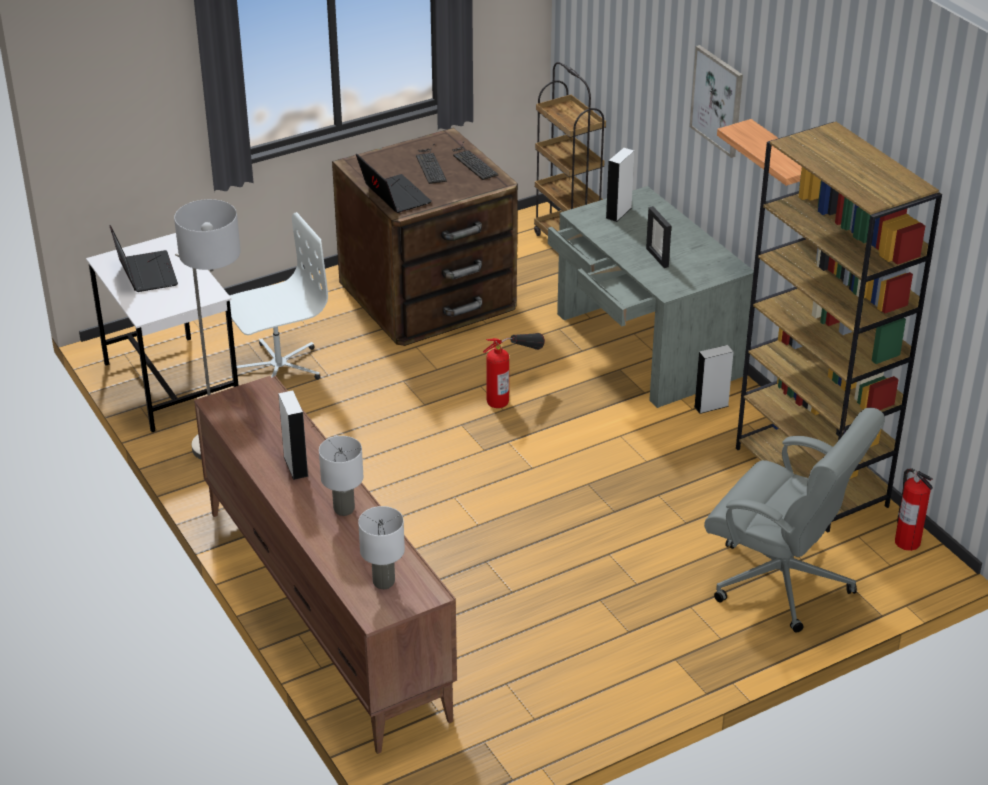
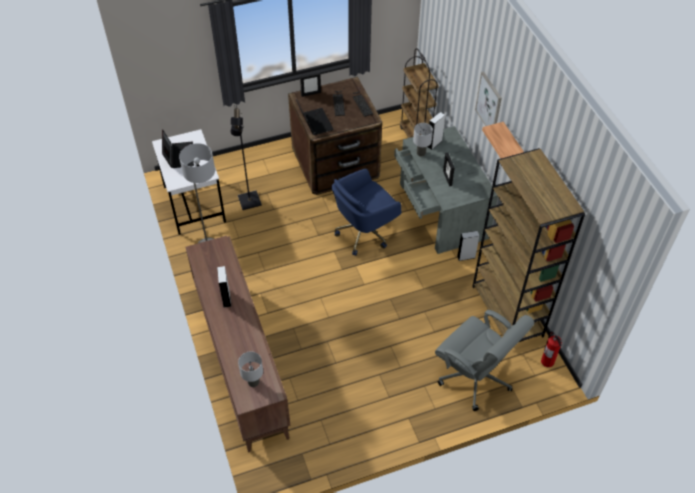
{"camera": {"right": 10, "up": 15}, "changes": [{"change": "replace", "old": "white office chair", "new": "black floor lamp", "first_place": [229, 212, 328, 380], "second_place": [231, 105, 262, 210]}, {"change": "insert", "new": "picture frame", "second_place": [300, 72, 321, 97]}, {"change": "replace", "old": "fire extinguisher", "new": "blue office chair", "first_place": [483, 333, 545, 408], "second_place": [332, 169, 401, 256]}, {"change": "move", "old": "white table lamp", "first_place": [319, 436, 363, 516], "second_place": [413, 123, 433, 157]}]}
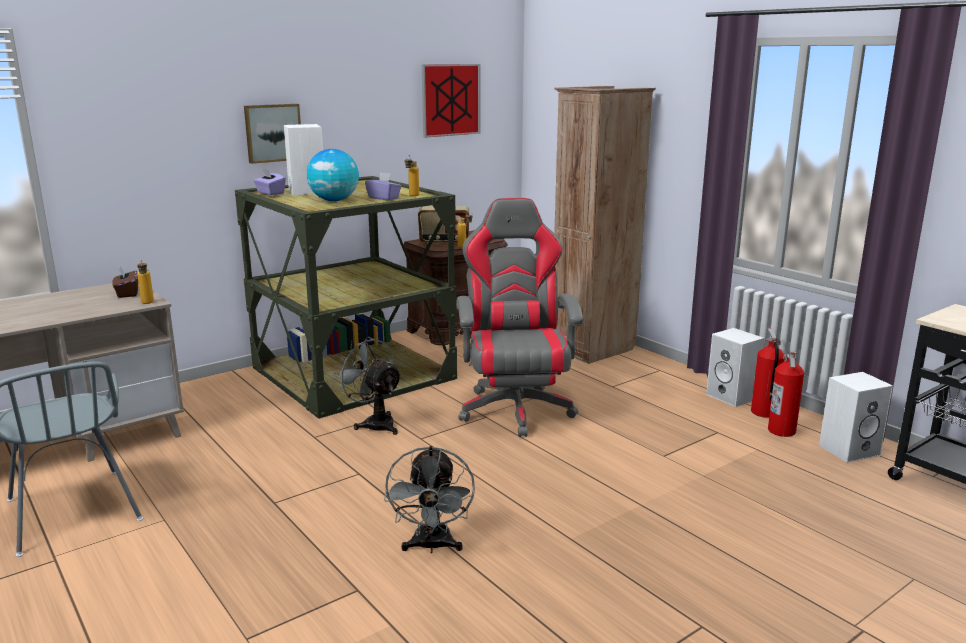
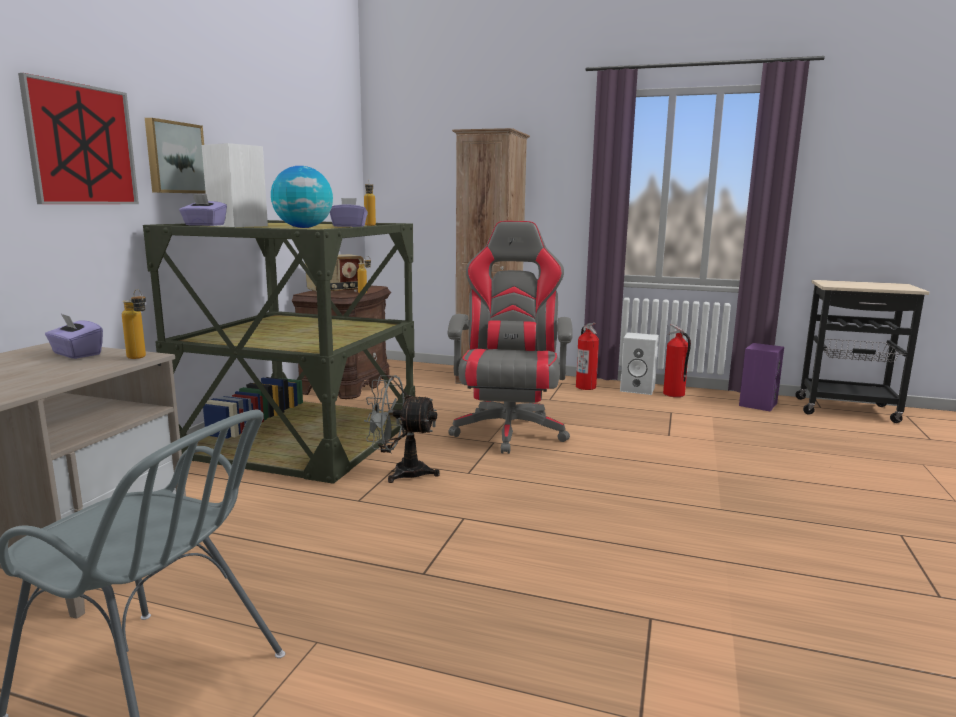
{"camera": {"right": -35, "up": -5}, "changes": [{"change": "move", "old": "picture", "first_place": [422, 64, 480, 138], "second_place": [18, 73, 139, 204]}, {"change": "recolor", "old": "brown tissue box", "new": "purple tissue box", "first_place": [112, 266, 138, 298], "second_place": [45, 314, 103, 359]}, {"change": "rotate", "old": "grey office chair", "first_place": [456, 198, 583, 437], "second_place": [447, 221, 573, 454], "degrees": 45}, {"change": "move", "old": "fire extinguisher", "first_place": [768, 351, 804, 437], "second_place": [576, 323, 599, 390]}, {"change": "recolor", "old": "white speaker", "new": "purple speaker", "first_place": [819, 372, 893, 463], "second_place": [739, 343, 784, 411]}, {"change": "delete", "old": "grey fan", "first_place": [384, 446, 475, 553]}]}
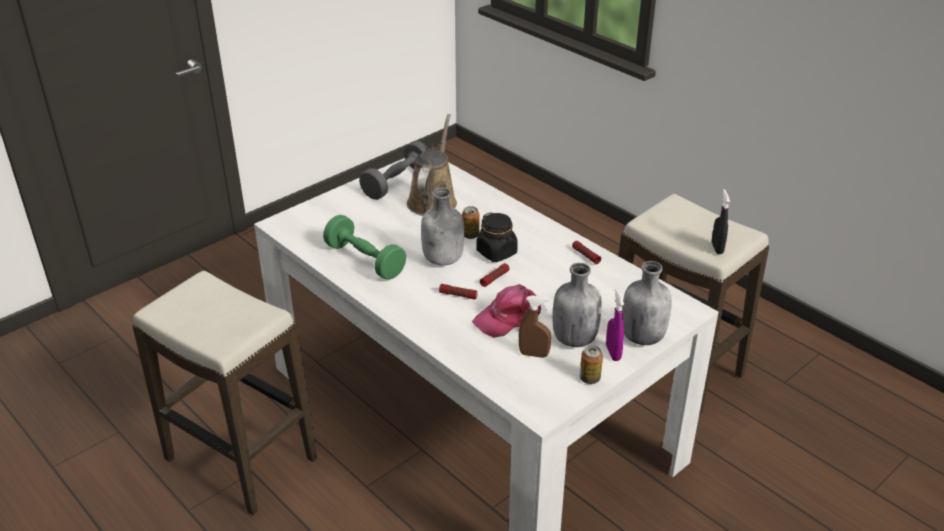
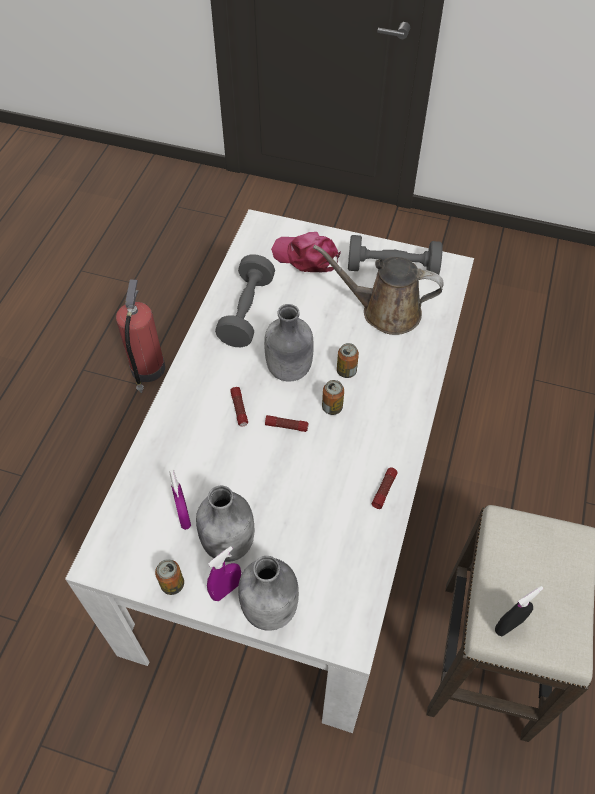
{"camera": {"right": 60, "up": 20}, "changes": [{"change": "replace", "old": "stool", "new": "fire extinguisher", "first_place": [132, 271, 317, 515], "second_place": [116, 279, 165, 393]}, {"change": "recolor", "old": "brown spray bottle", "new": "purple spray bottle", "first_place": [519, 295, 551, 358], "second_place": [169, 469, 191, 530]}, {"change": "recolor", "old": "green dumbbell", "new": "grey dumbbell", "first_place": [323, 215, 406, 280], "second_place": [215, 254, 275, 347]}, {"change": "move", "old": "pink cap", "first_place": [472, 284, 541, 338], "second_place": [271, 232, 340, 272]}, {"change": "rotate", "old": "brown watering can", "first_place": [407, 114, 457, 216], "second_place": [313, 245, 444, 335], "degrees": -150}, {"change": "replace", "old": "black jar", "new": "can", "first_place": [477, 212, 518, 262], "second_place": [322, 380, 344, 415]}]}
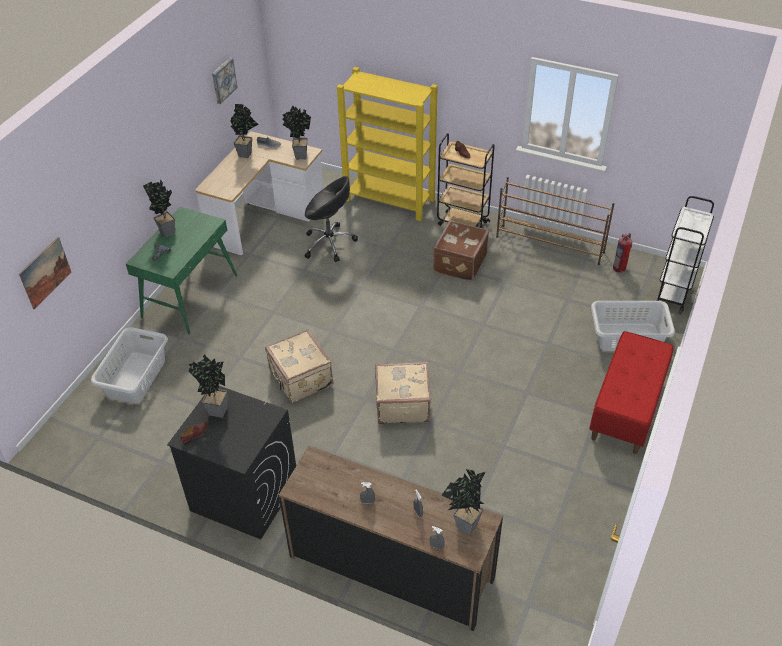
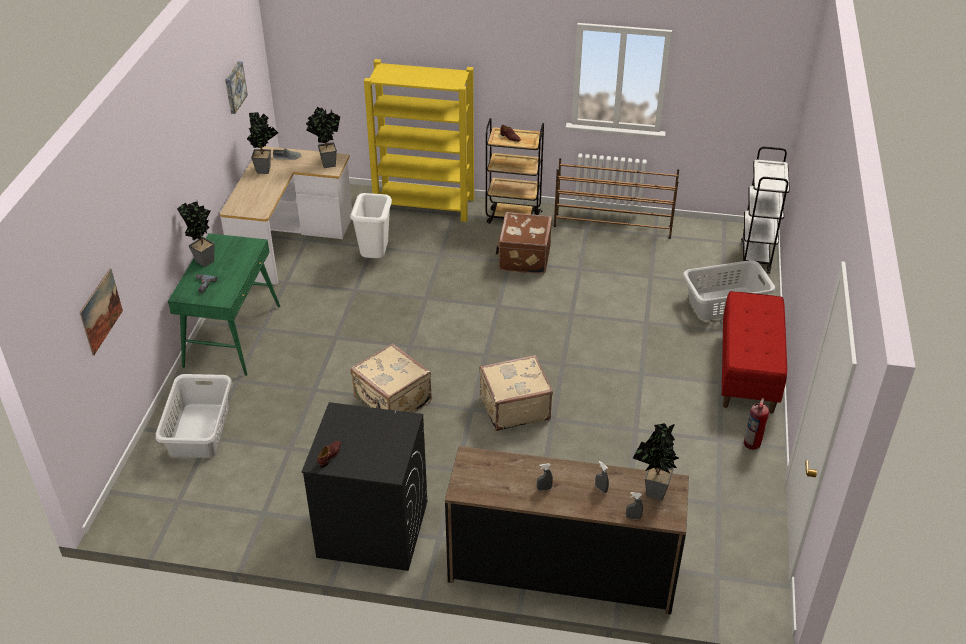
{"camera": {"right": -15, "up": -5}, "changes": [{"change": "replace", "old": "black office chair", "new": "white trash can", "first_place": [305, 176, 358, 262], "second_place": [350, 193, 392, 258]}, {"change": "move", "old": "fire extinguisher", "first_place": [613, 233, 632, 273], "second_place": [744, 398, 769, 450]}, {"change": "delete", "old": "potted plant", "first_place": [188, 354, 228, 418]}]}
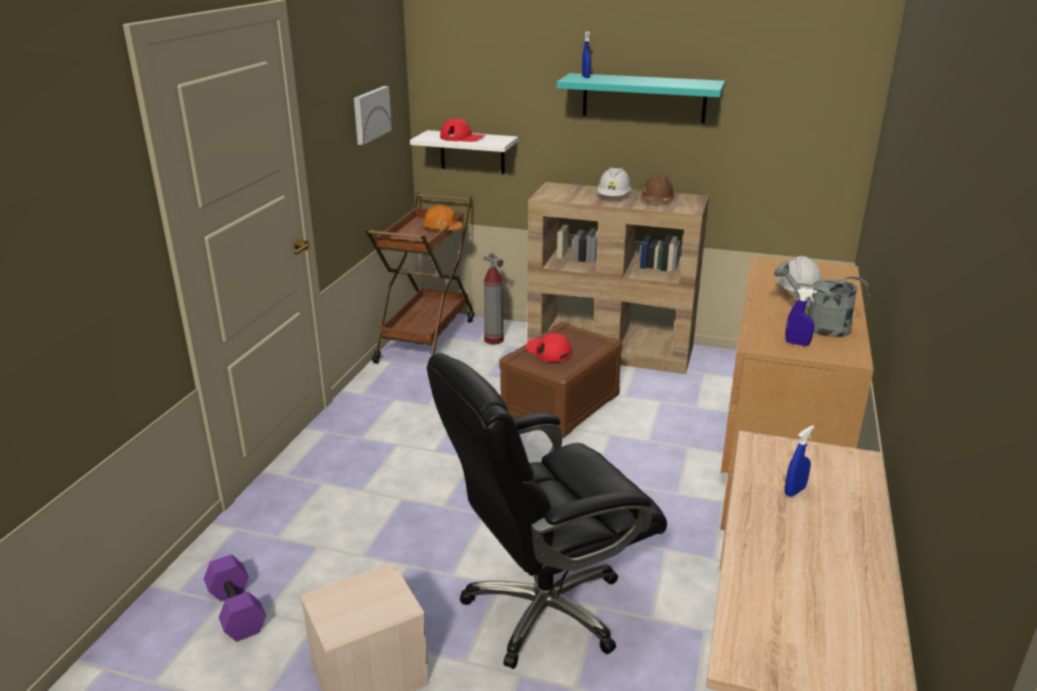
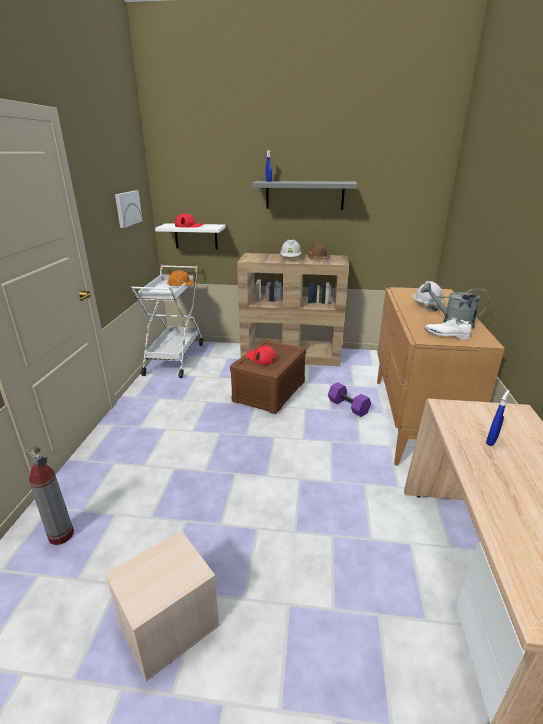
{"camera": {"right": -10, "up": 0}, "changes": [{"change": "move", "old": "fire extinguisher", "first_place": [483, 253, 504, 344], "second_place": [25, 445, 74, 545]}, {"change": "recolor", "old": "brown cart", "new": "white cart", "first_place": [365, 191, 474, 368], "second_place": [130, 264, 203, 378]}, {"change": "recolor", "old": "turquoise shelf", "new": "grey shelf", "first_place": [557, 73, 725, 123], "second_place": [251, 181, 357, 210]}, {"change": "move", "old": "purple dumbbell", "first_place": [204, 555, 266, 642], "second_place": [328, 382, 371, 417]}, {"change": "replace", "old": "blue spray bottle", "new": "white shoe", "first_place": [785, 288, 817, 346], "second_place": [424, 318, 472, 340]}, {"change": "delete", "old": "black office chair", "first_place": [427, 353, 667, 669]}]}
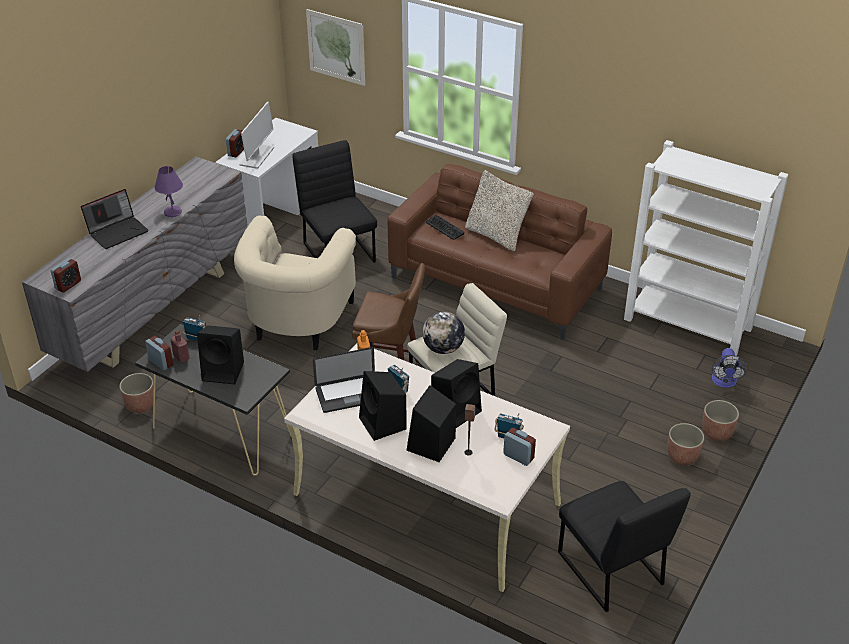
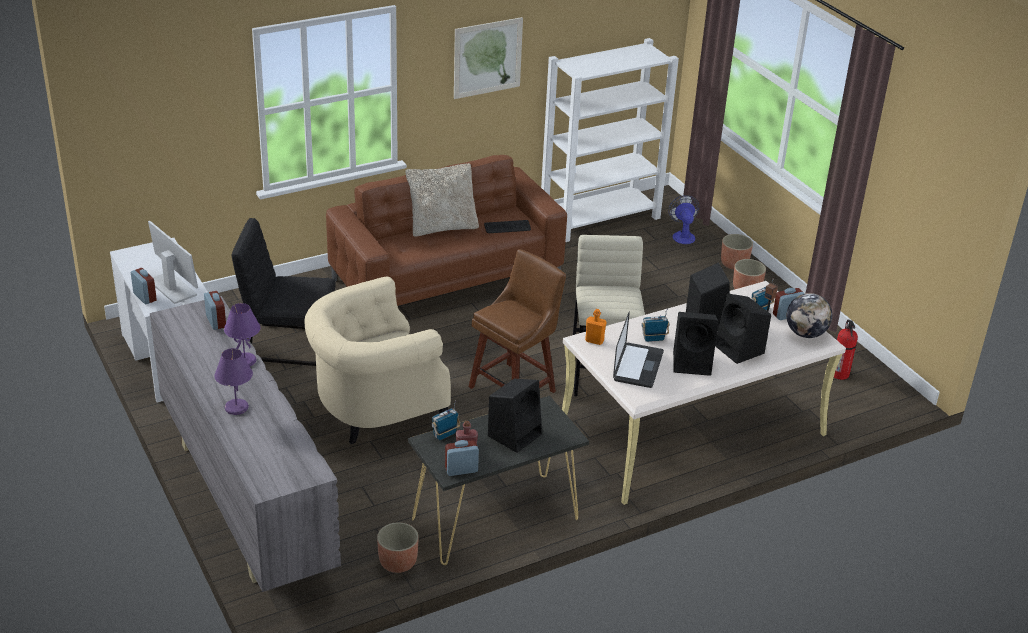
{"camera": {"right": -60, "up": -5}, "changes": [{"change": "move", "old": "alarm clock", "first_place": [51, 258, 81, 292], "second_place": [204, 291, 226, 330]}, {"change": "replace", "old": "laptop", "new": "purple table lamp", "first_place": [81, 189, 149, 249], "second_place": [214, 348, 253, 415]}, {"change": "rotate", "old": "beige armchair", "first_place": [234, 215, 356, 350], "second_place": [305, 277, 451, 444], "degrees": 105}, {"change": "move", "old": "picture", "first_place": [306, 9, 365, 86], "second_place": [454, 17, 523, 99]}, {"change": "move", "old": "keyboard", "first_place": [426, 215, 464, 240], "second_place": [484, 220, 531, 233]}, {"change": "rotate", "old": "fan", "first_place": [712, 348, 748, 388], "second_place": [668, 195, 700, 244], "degrees": -135}, {"change": "move", "old": "globe", "first_place": [423, 311, 465, 354], "second_place": [787, 293, 832, 338]}, {"change": "replace", "old": "black chair", "new": "fire extinguisher", "first_place": [558, 481, 691, 612], "second_place": [834, 319, 858, 380]}]}
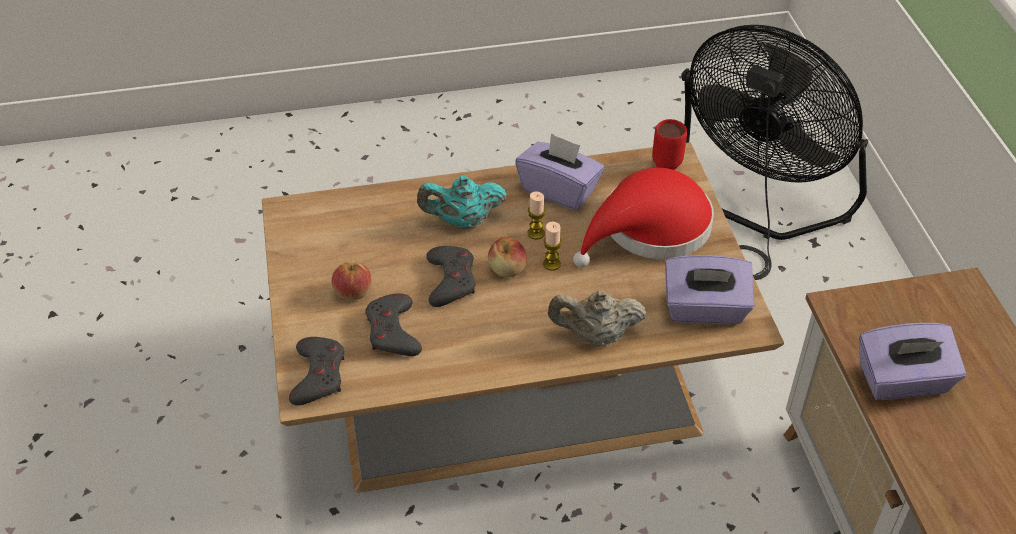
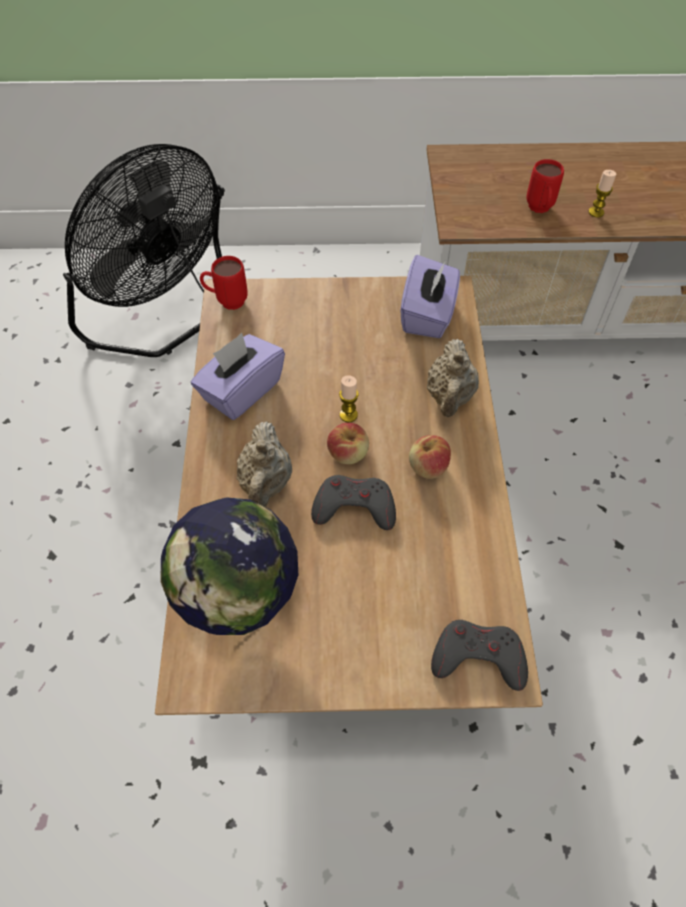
{"camera": {"right": -80, "up": 10}, "changes": [{"change": "insert", "new": "globe", "second_place": [160, 497, 298, 635]}, {"change": "recolor", "old": "turquoise teapot", "new": "beige teapot", "first_place": [417, 175, 507, 229], "second_place": [237, 422, 292, 507]}, {"change": "move", "old": "apple", "first_place": [331, 262, 371, 300], "second_place": [409, 435, 451, 479]}, {"change": "replace", "old": "purple tissue box", "new": "red mug", "first_place": [859, 323, 966, 400], "second_place": [526, 159, 564, 213]}, {"change": "move", "old": "candle", "first_place": [528, 191, 546, 239], "second_place": [588, 170, 616, 218]}, {"change": "delete", "old": "grey game controller", "first_place": [365, 293, 422, 356]}, {"change": "delete", "old": "red hat", "first_place": [573, 167, 714, 268]}]}
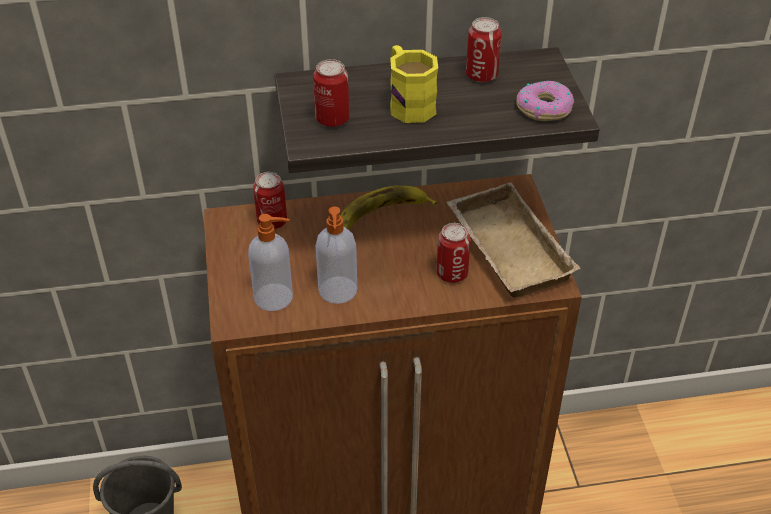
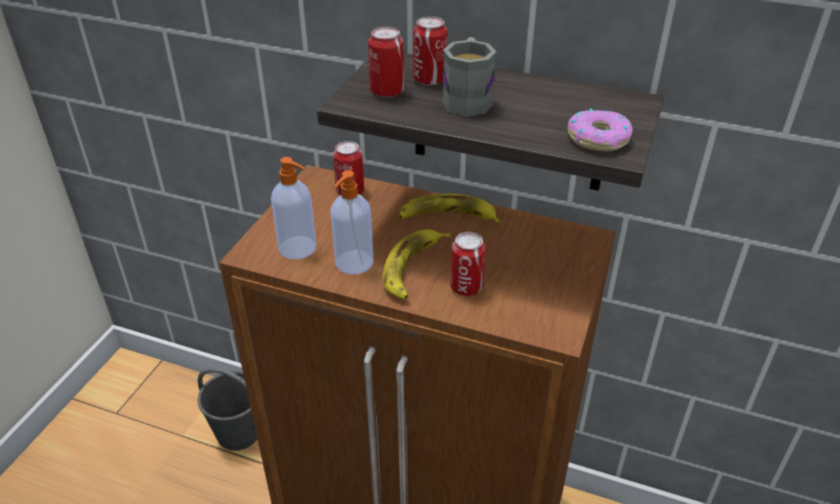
{"camera": {"right": 30, "up": -5}, "changes": [{"change": "insert", "new": "banana", "second_place": [383, 229, 451, 299]}, {"change": "move", "old": "can", "first_place": [466, 17, 501, 82], "second_place": [413, 16, 448, 86]}, {"change": "recolor", "old": "yellow mug", "new": "grey mug", "first_place": [390, 45, 438, 123], "second_place": [442, 37, 496, 117]}, {"change": "delete", "old": "beige tray", "first_place": [447, 182, 580, 298]}]}
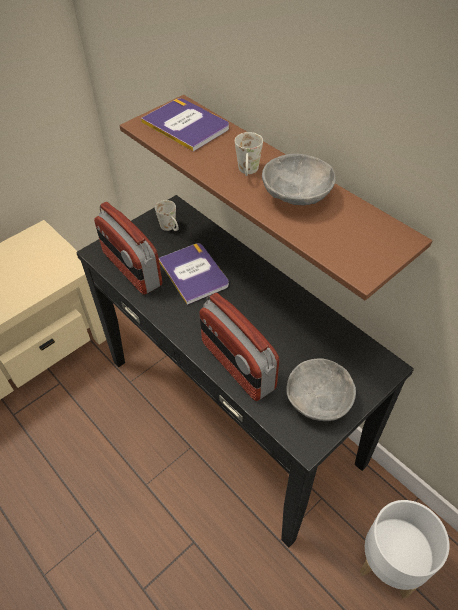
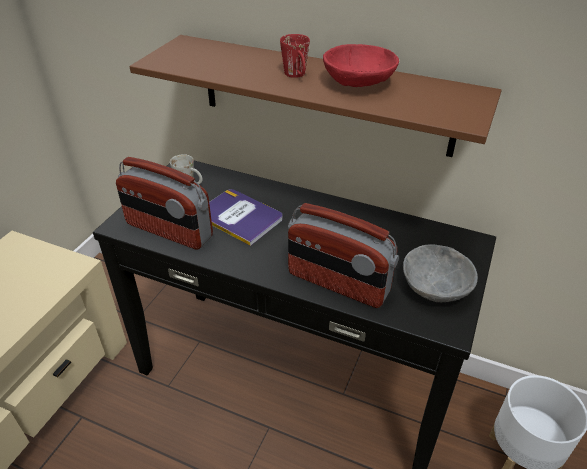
{"camera": {"right": -25, "up": -10}, "changes": [{"change": "recolor", "old": "white mug", "new": "red mug", "first_place": [235, 132, 263, 176], "second_place": [280, 34, 310, 78]}, {"change": "recolor", "old": "grey bowl", "new": "red bowl", "first_place": [262, 154, 336, 205], "second_place": [323, 44, 399, 87]}, {"change": "delete", "old": "book", "first_place": [141, 98, 229, 152]}]}
